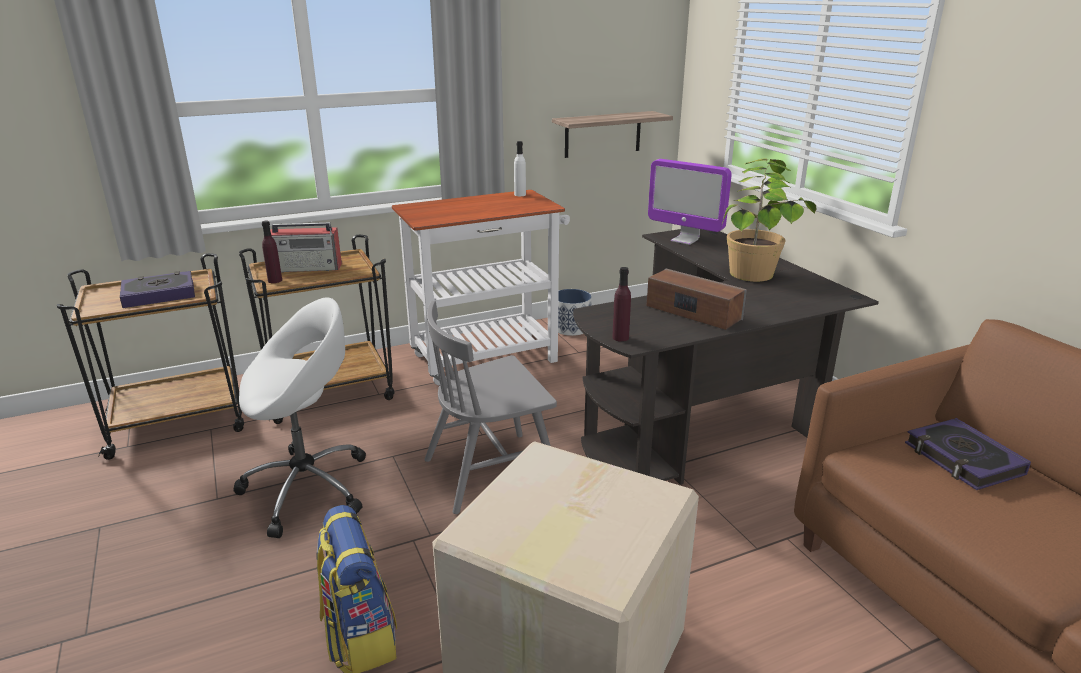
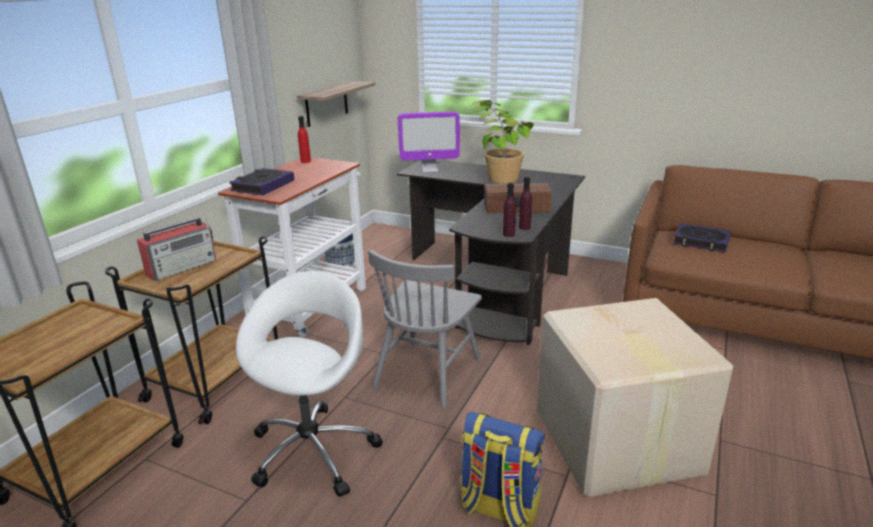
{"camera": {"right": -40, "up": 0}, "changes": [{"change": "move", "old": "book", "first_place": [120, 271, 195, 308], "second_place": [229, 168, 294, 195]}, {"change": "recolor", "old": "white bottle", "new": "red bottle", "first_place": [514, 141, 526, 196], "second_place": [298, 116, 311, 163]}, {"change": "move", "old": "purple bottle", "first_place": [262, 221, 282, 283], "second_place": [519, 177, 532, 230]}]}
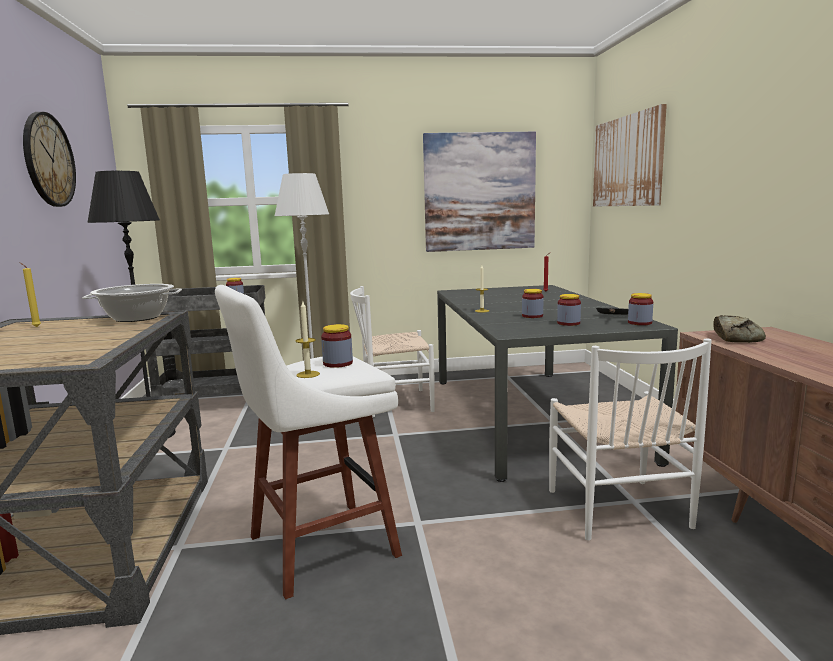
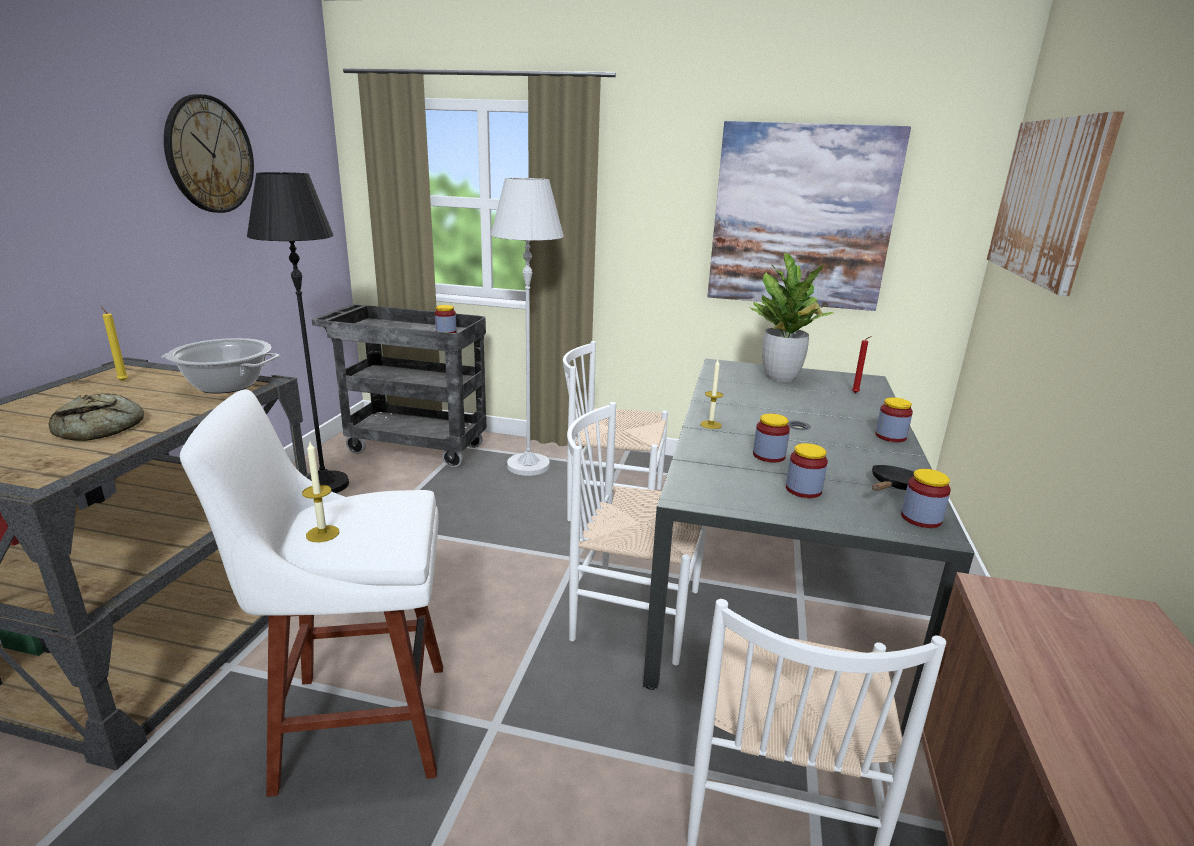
{"camera": {"right": 20, "up": 10}, "changes": [{"change": "move", "old": "bread", "first_place": [713, 315, 766, 343], "second_place": [48, 393, 144, 441]}, {"change": "insert", "new": "white chair", "second_place": [567, 402, 706, 665]}, {"change": "insert", "new": "potted plant", "second_place": [749, 253, 834, 382]}, {"change": "move", "old": "jar", "first_place": [321, 324, 353, 368], "second_place": [875, 397, 913, 442]}]}
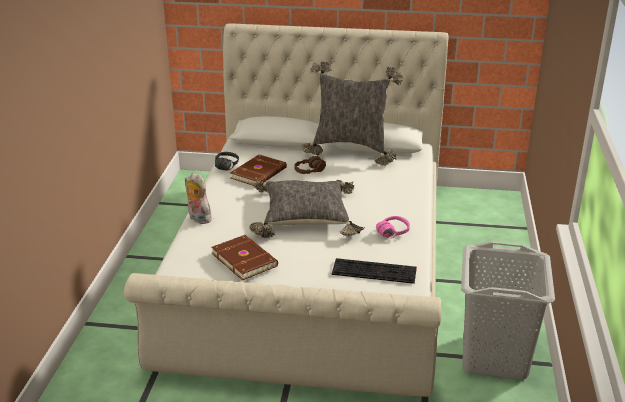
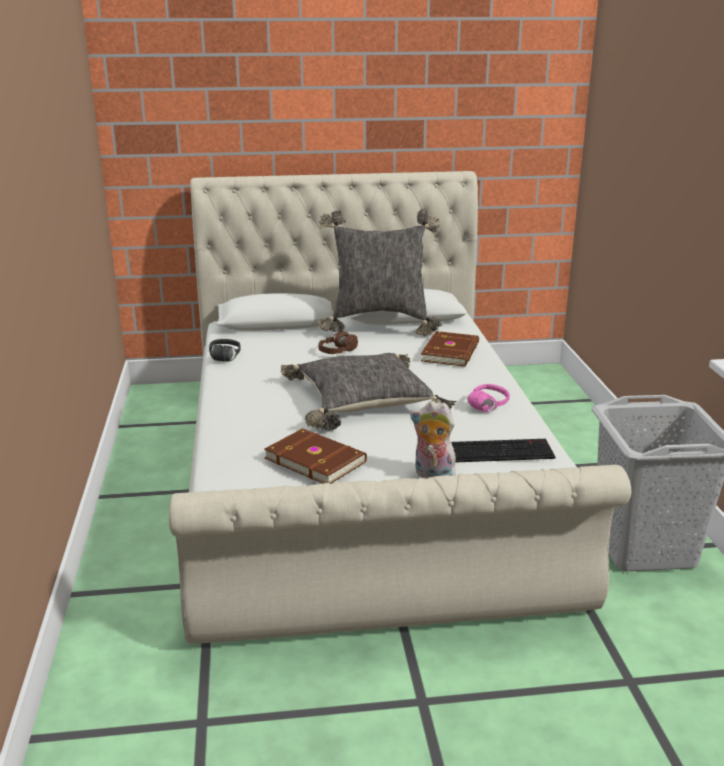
{"camera": {"right": -15, "up": -5}, "changes": [{"change": "move", "old": "plush toy", "first_place": [185, 173, 211, 224], "second_place": [410, 401, 458, 478]}, {"change": "move", "old": "brown book", "first_place": [230, 154, 287, 186], "second_place": [421, 331, 479, 367]}]}
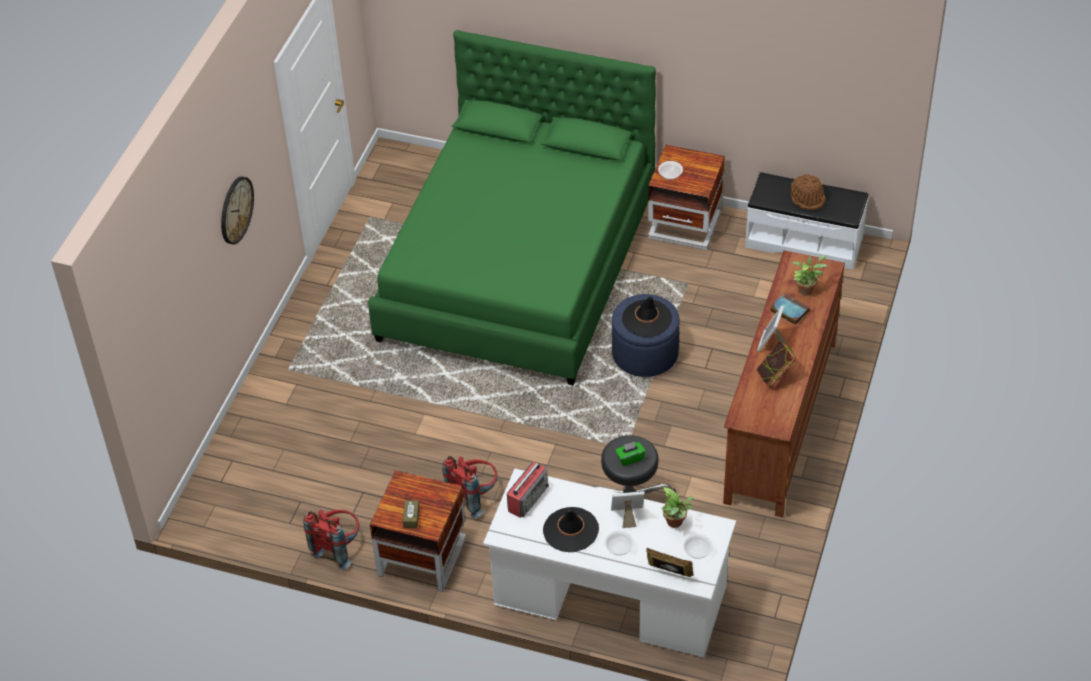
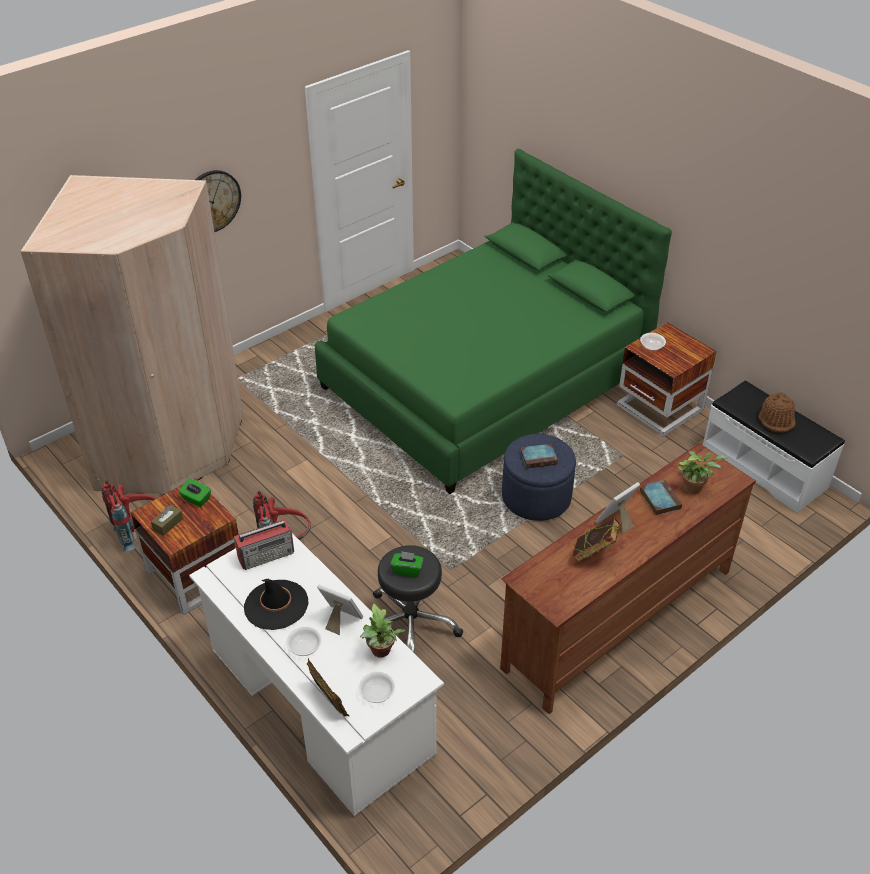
{"camera": {"right": 30, "up": -5}, "changes": [{"change": "insert", "new": "beige wardrobe", "second_place": [21, 175, 243, 495]}, {"change": "insert", "new": "green tissue box", "second_place": [179, 478, 211, 507]}, {"change": "replace", "old": "black hat", "new": "book", "first_place": [622, 296, 672, 337], "second_place": [520, 444, 558, 469]}]}
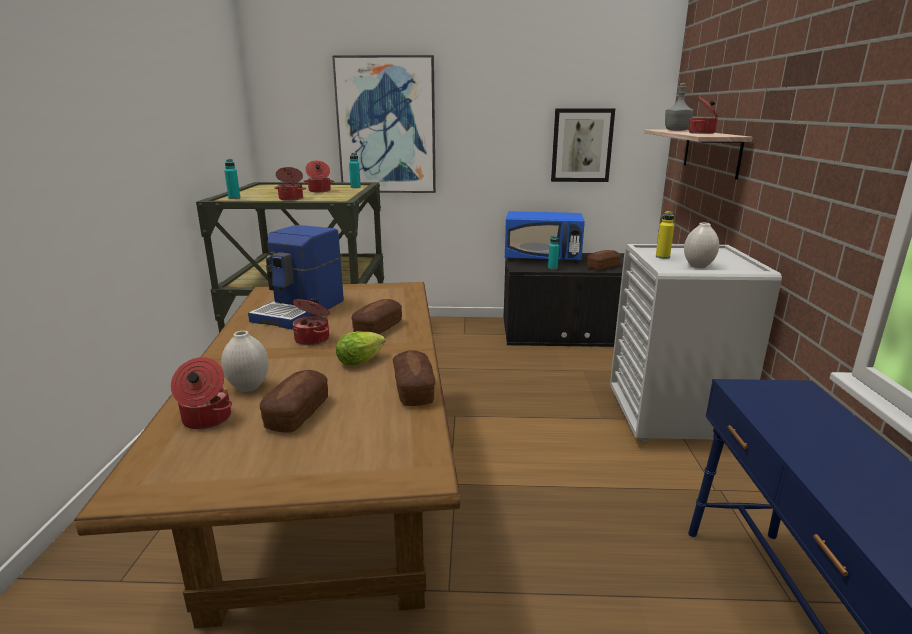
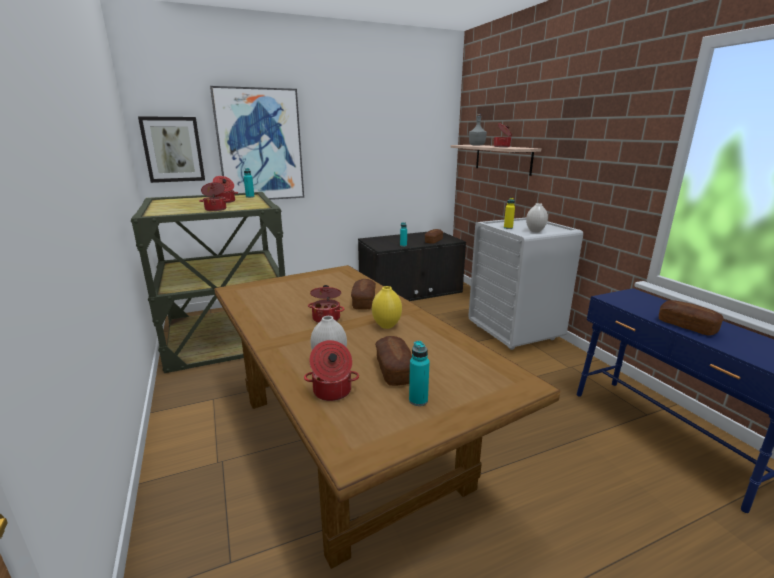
{"camera": {"right": -25, "up": 0}, "changes": [{"change": "move", "old": "picture", "first_place": [551, 109, 615, 182], "second_place": [138, 116, 205, 183]}, {"change": "replace", "old": "lettuce", "new": "yellow vase", "first_place": [336, 332, 385, 366], "second_place": [372, 286, 402, 329]}, {"change": "move", "old": "turquoise bottle", "first_place": [225, 159, 240, 199], "second_place": [409, 341, 430, 406]}, {"change": "move", "old": "bread", "first_place": [392, 350, 435, 406], "second_place": [659, 300, 724, 336]}, {"change": "delete", "old": "coffee machine", "first_place": [248, 225, 344, 329]}, {"change": "delete", "old": "blue microwave", "first_place": [505, 211, 585, 262]}]}
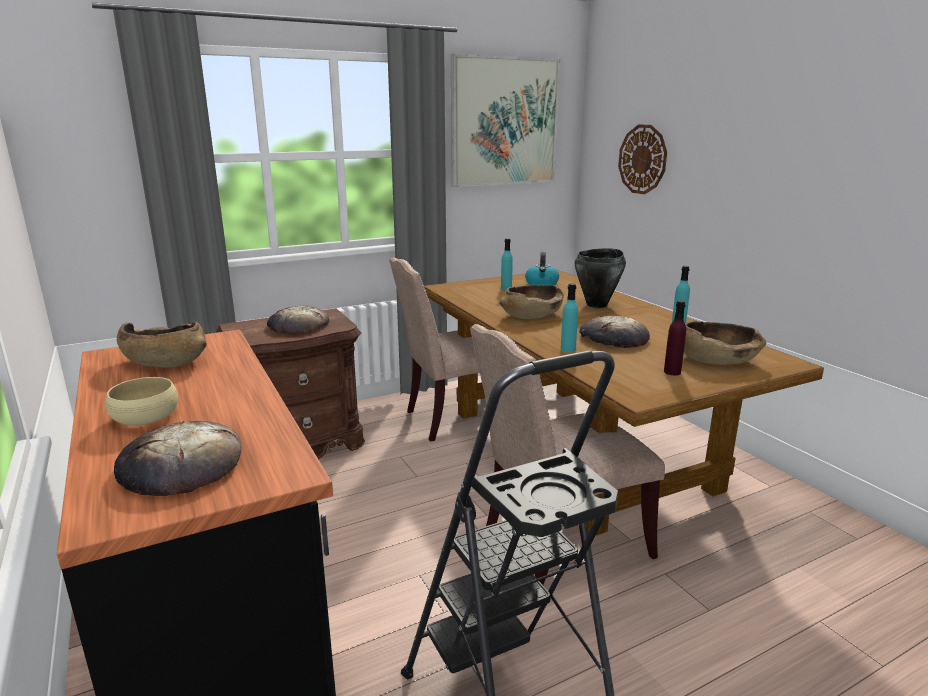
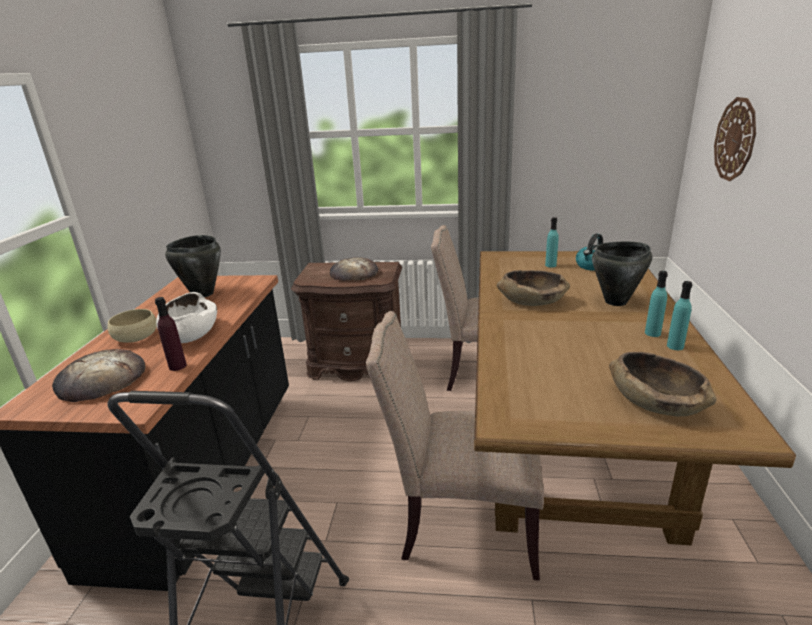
{"camera": {"right": 35, "up": 5}, "changes": [{"change": "move", "old": "purple bottle", "first_place": [664, 300, 686, 375], "second_place": [155, 297, 187, 371]}, {"change": "insert", "new": "white bowl", "second_place": [156, 292, 217, 343]}, {"change": "replace", "old": "brown bowl", "new": "black cooking pot", "first_place": [117, 322, 207, 368], "second_place": [165, 235, 221, 297]}, {"change": "move", "old": "turquoise bottle", "first_place": [561, 283, 578, 352], "second_place": [645, 271, 668, 337]}, {"change": "delete", "old": "picture", "first_place": [451, 54, 560, 187]}, {"change": "delete", "old": "bread", "first_place": [579, 316, 650, 348]}]}
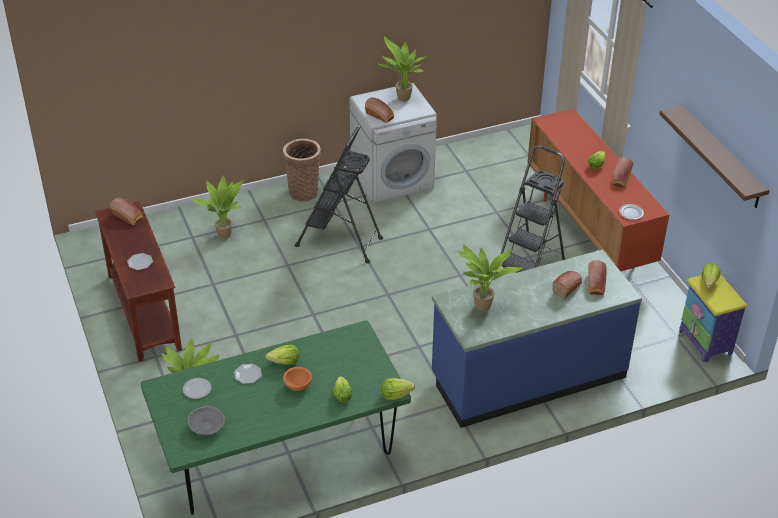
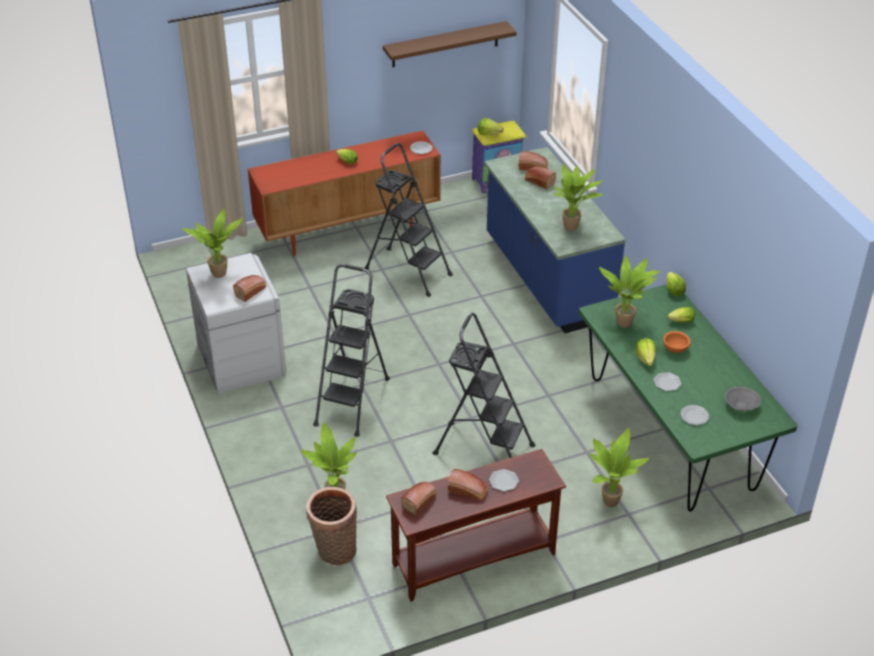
{"camera": {"right": -90, "up": 0}, "changes": [{"change": "move", "old": "basket", "first_place": [283, 139, 321, 202], "second_place": [306, 487, 357, 565]}, {"change": "insert", "new": "step ladder", "second_place": [432, 313, 535, 458]}, {"change": "move", "old": "bread", "first_place": [612, 157, 633, 188], "second_place": [448, 469, 488, 500]}, {"change": "insert", "new": "potted plant", "second_place": [599, 256, 661, 328]}]}
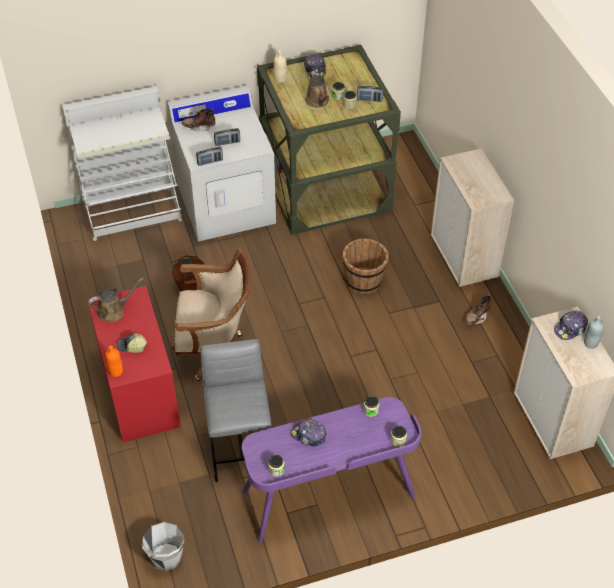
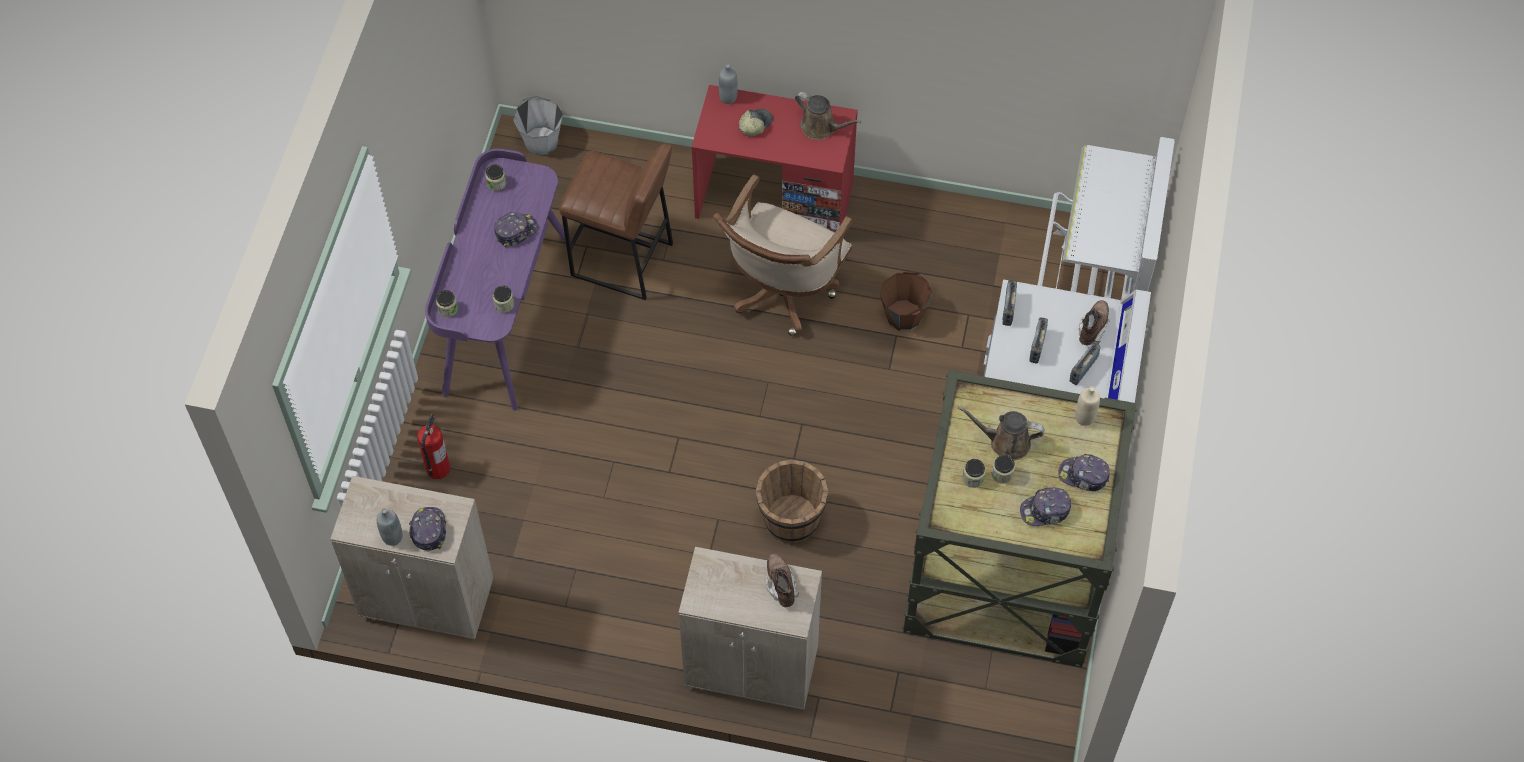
{"camera": {"right": 120, "up": 10}, "changes": [{"change": "insert", "new": "fire extinguisher", "second_place": [417, 413, 450, 479]}, {"change": "recolor", "old": "grey stool", "new": "brown stool", "first_place": [200, 339, 271, 482], "second_place": [559, 143, 673, 300]}, {"change": "recolor", "old": "orange bottle", "new": "grey bottle", "first_place": [105, 346, 123, 377], "second_place": [719, 64, 738, 104]}, {"change": "move", "old": "brown boot", "first_place": [465, 294, 492, 325], "second_place": [766, 553, 799, 607]}, {"change": "rotate", "old": "brown watering can", "first_place": [88, 278, 143, 322], "second_place": [795, 92, 862, 140], "degrees": -60}, {"change": "insert", "new": "cap", "second_place": [1020, 488, 1071, 526]}, {"change": "move", "old": "radio", "first_place": [357, 86, 383, 102], "second_place": [1070, 342, 1100, 385]}]}
